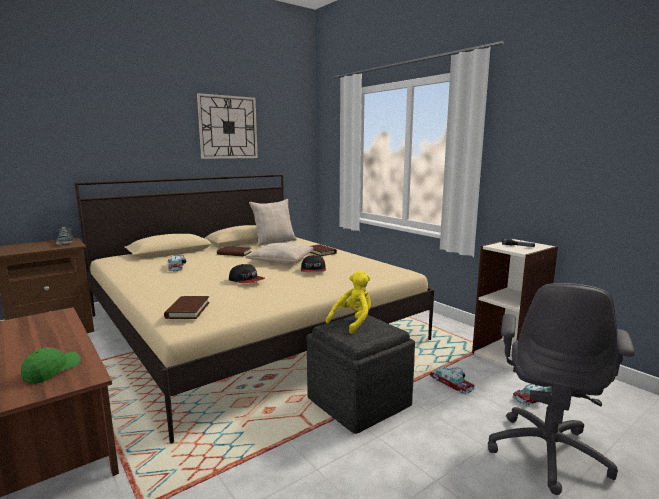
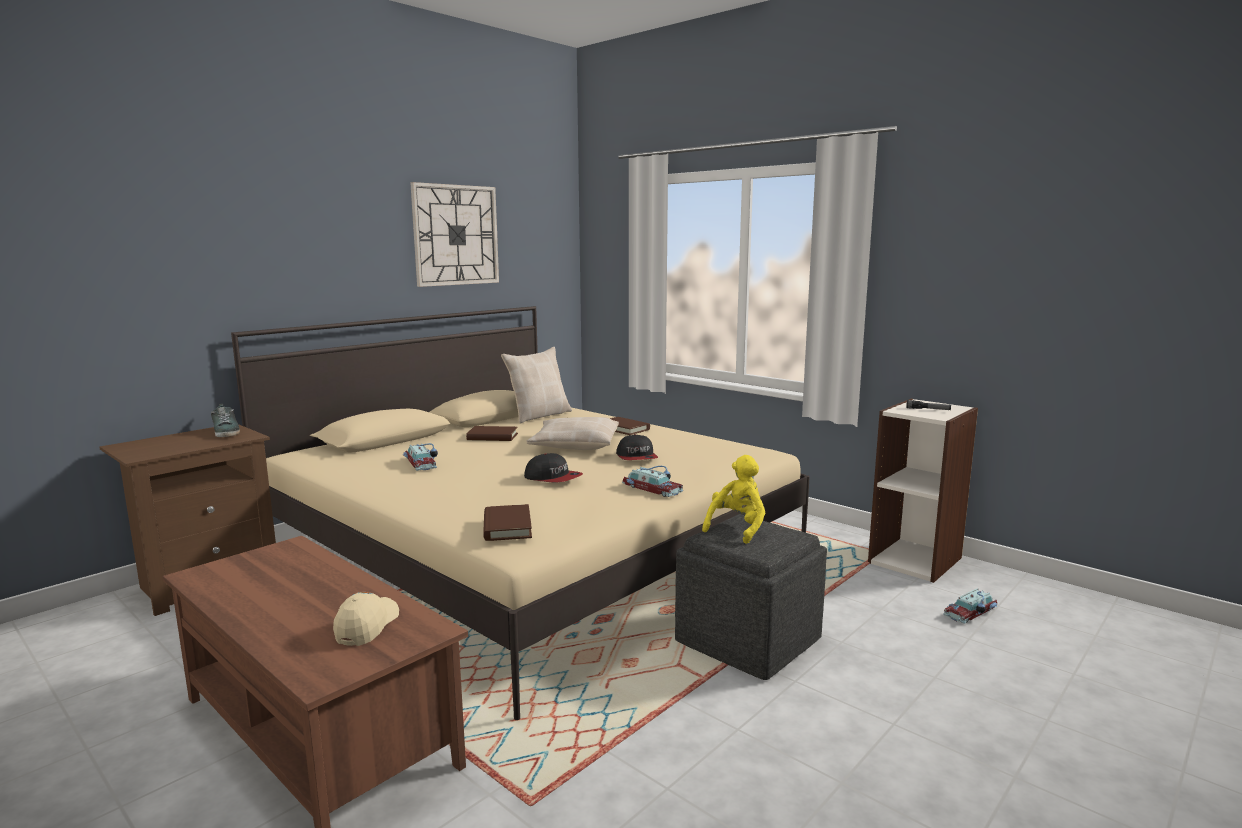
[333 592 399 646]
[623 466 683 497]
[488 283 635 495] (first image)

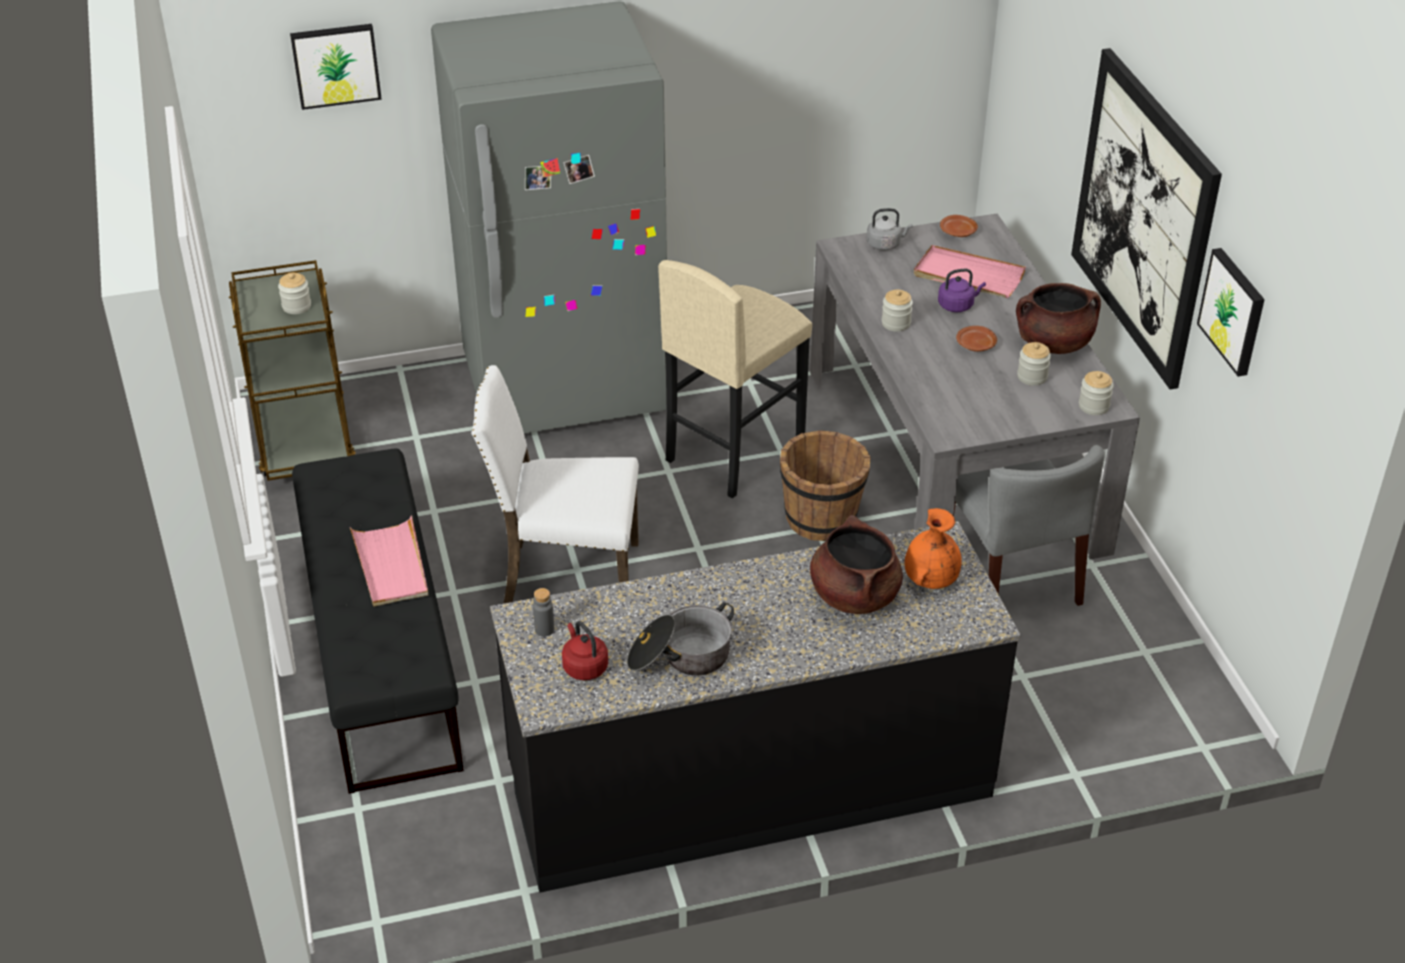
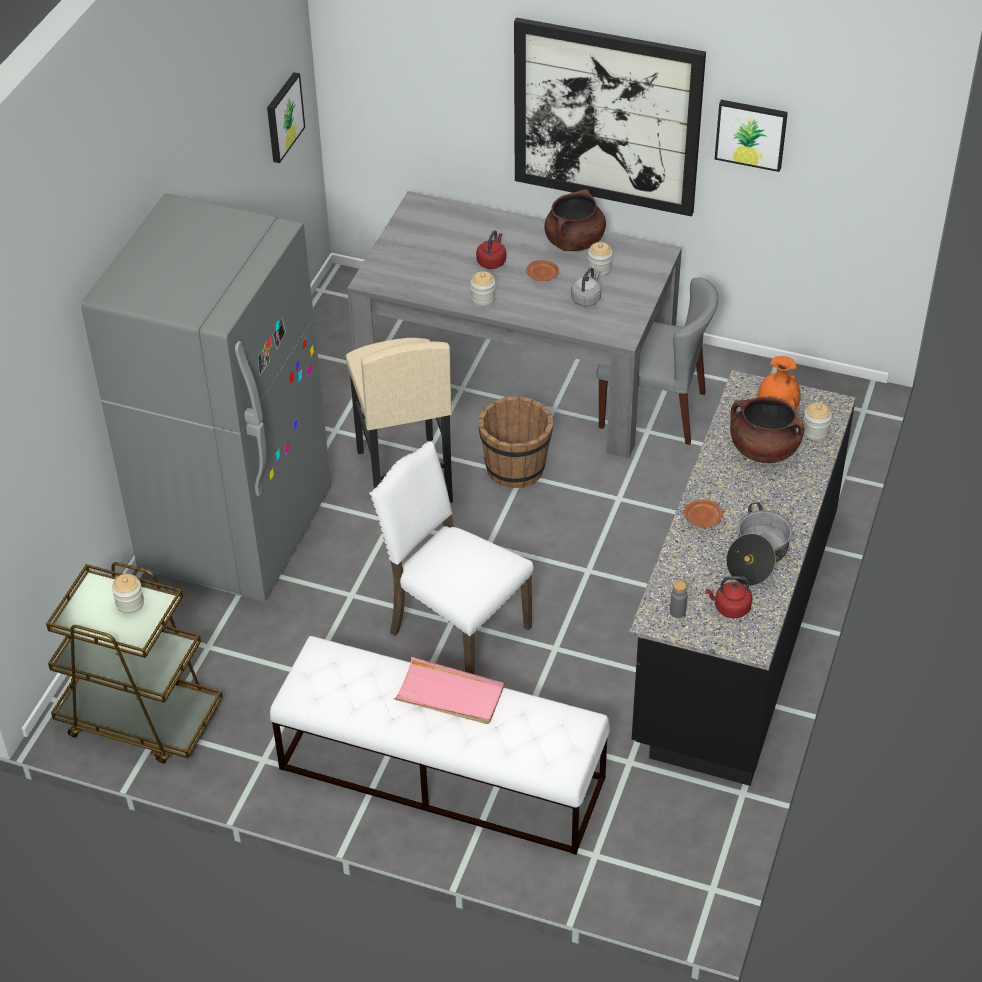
[267 72 305 163]
[270 636 610 855]
[369 442 534 674]
[476 230 506 269]
[571 268 601 306]
[684 500 723 527]
[803 403 832 441]
[914 245 1026 298] (first image)

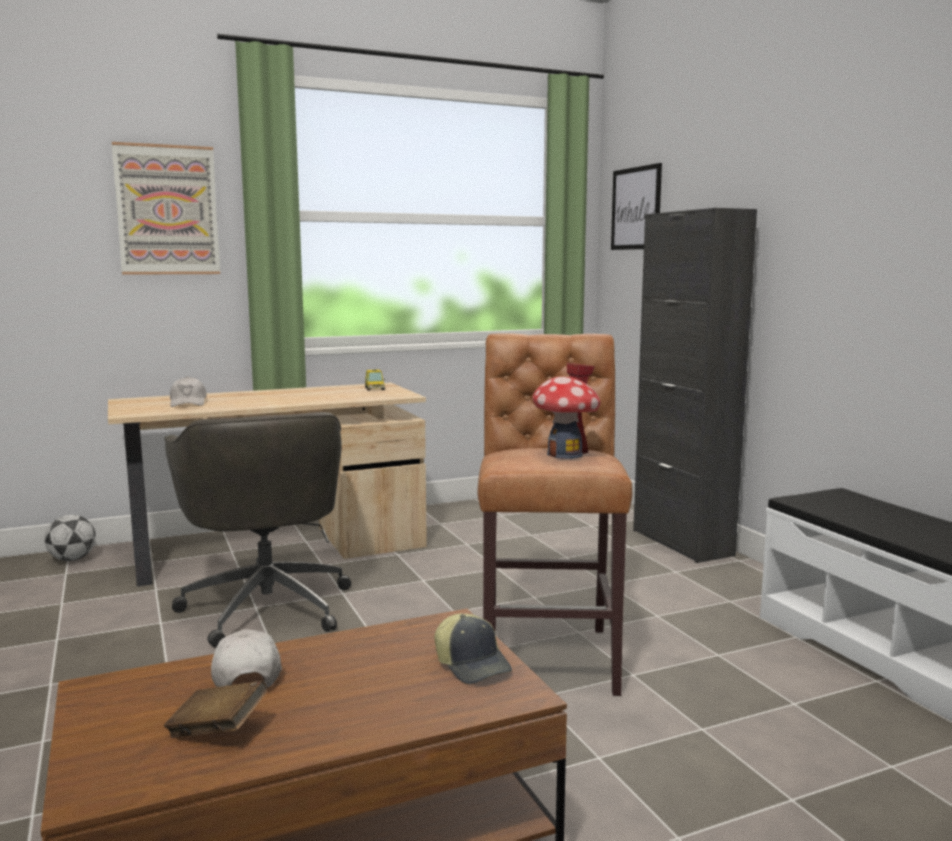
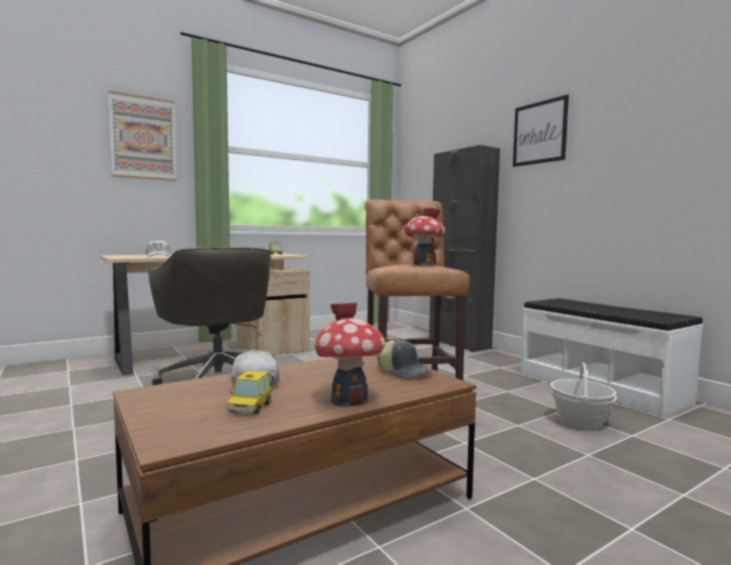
[226 371 272 414]
[314 303 385 407]
[513 95 569 167]
[550 362 617 430]
[44 515 96 561] (first image)

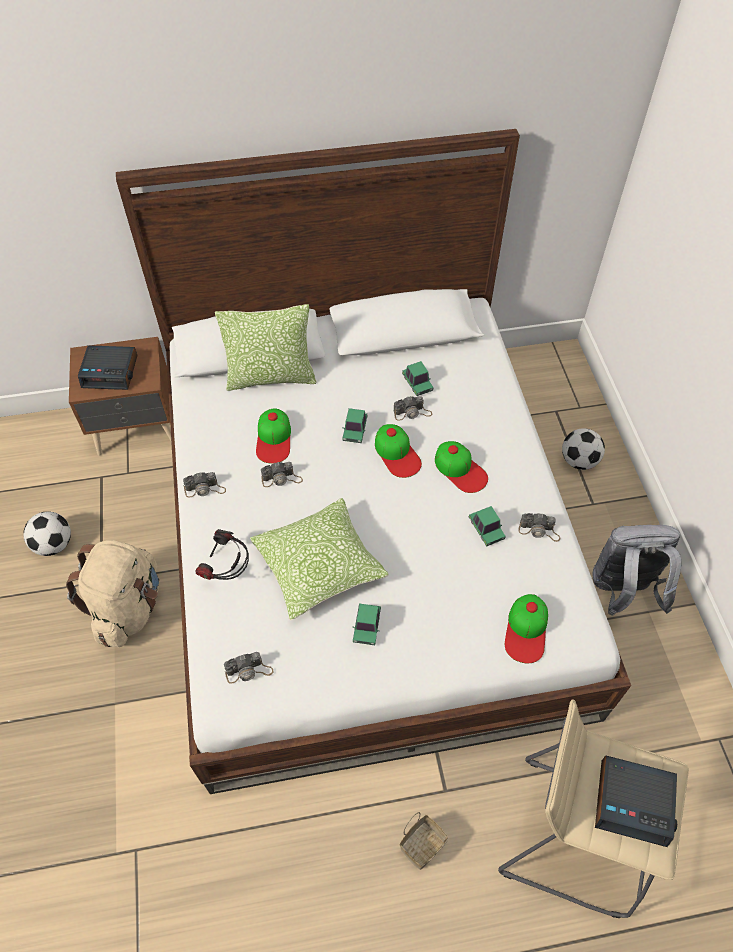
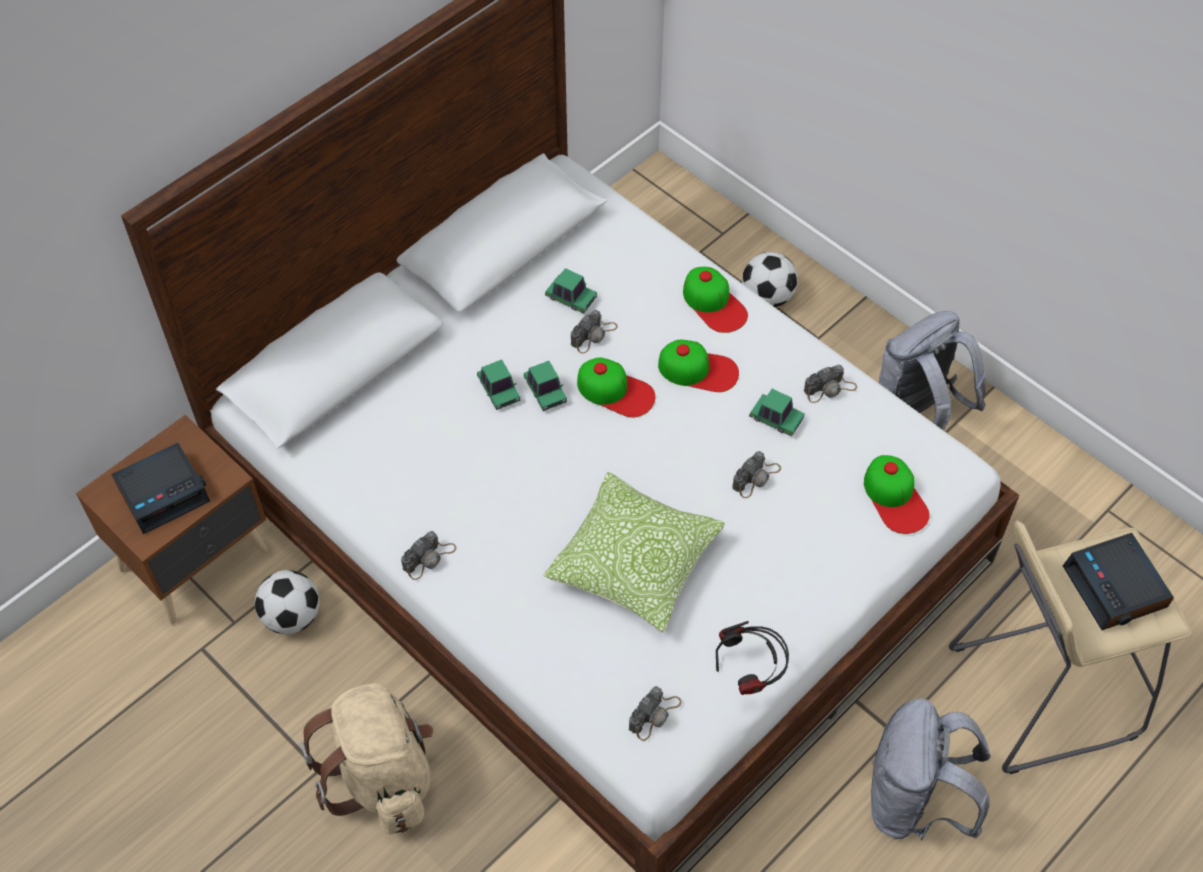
[255 570 320 634]
[477 360 520 410]
[683 267 748 333]
[716 621 789 695]
[732 451 781 498]
[871 698 991 840]
[1063 533 1174 630]
[215 304 317 391] (first image)

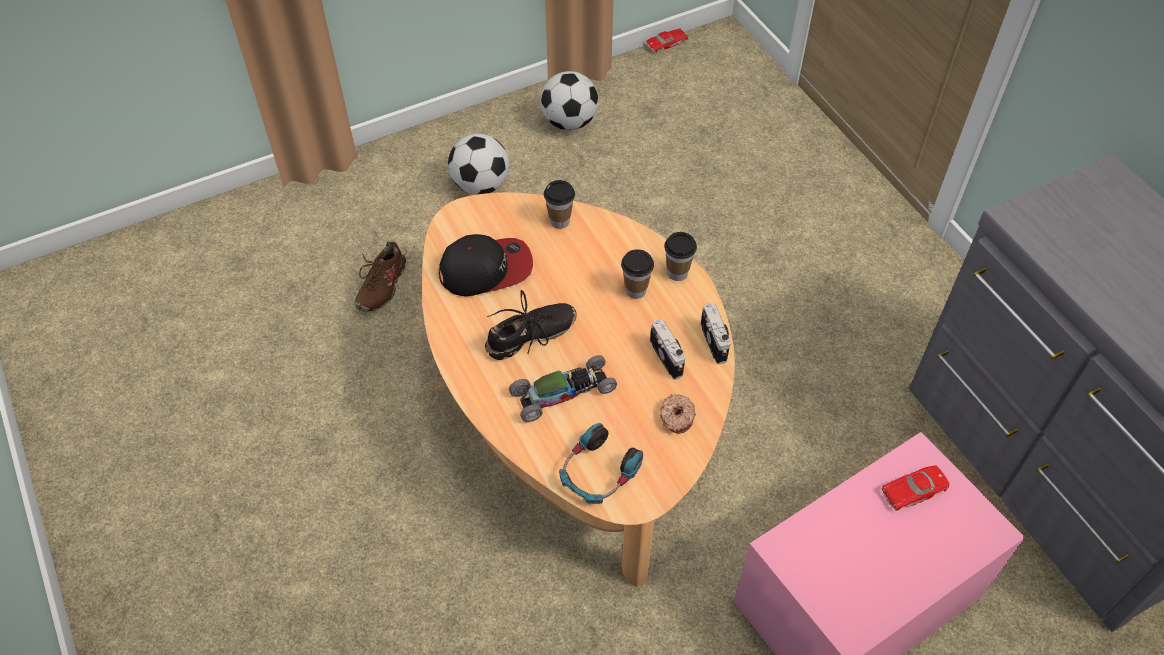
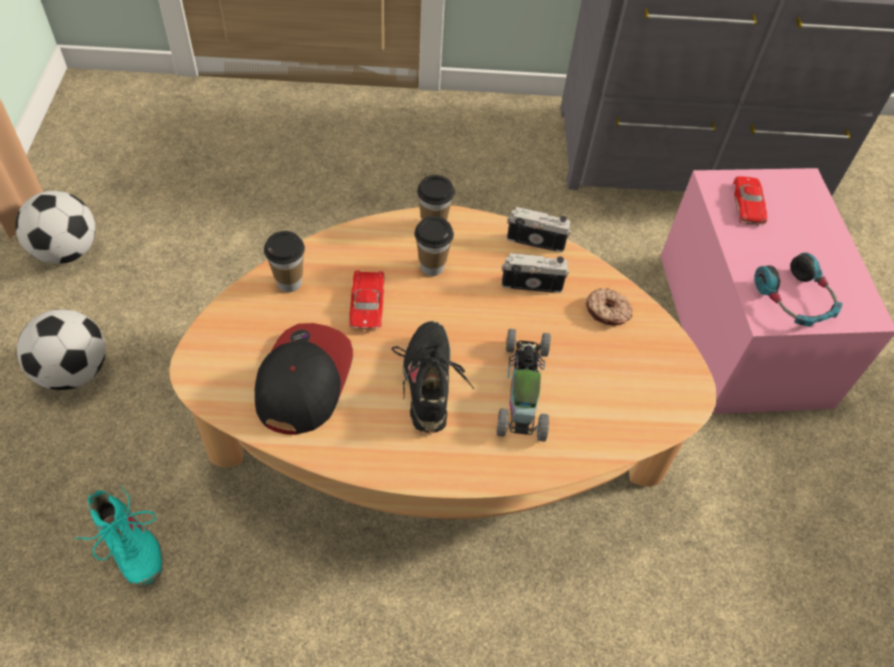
[75 484 163 588]
[349 270 385 328]
[754 253 843 327]

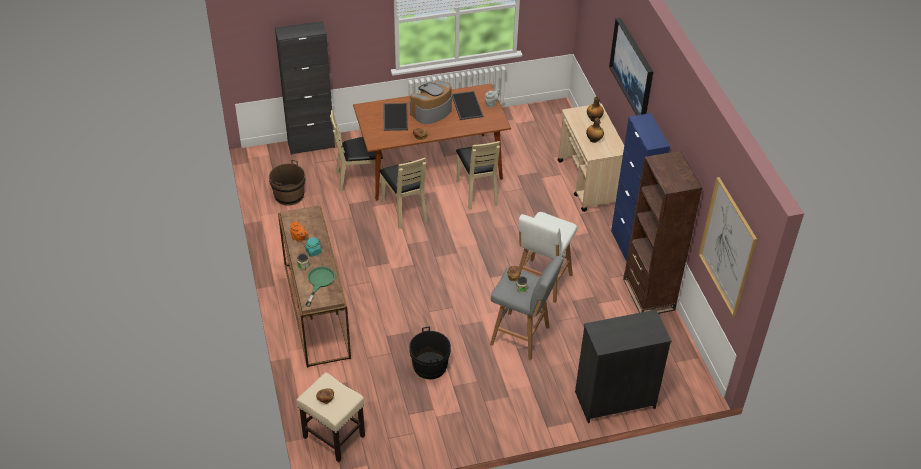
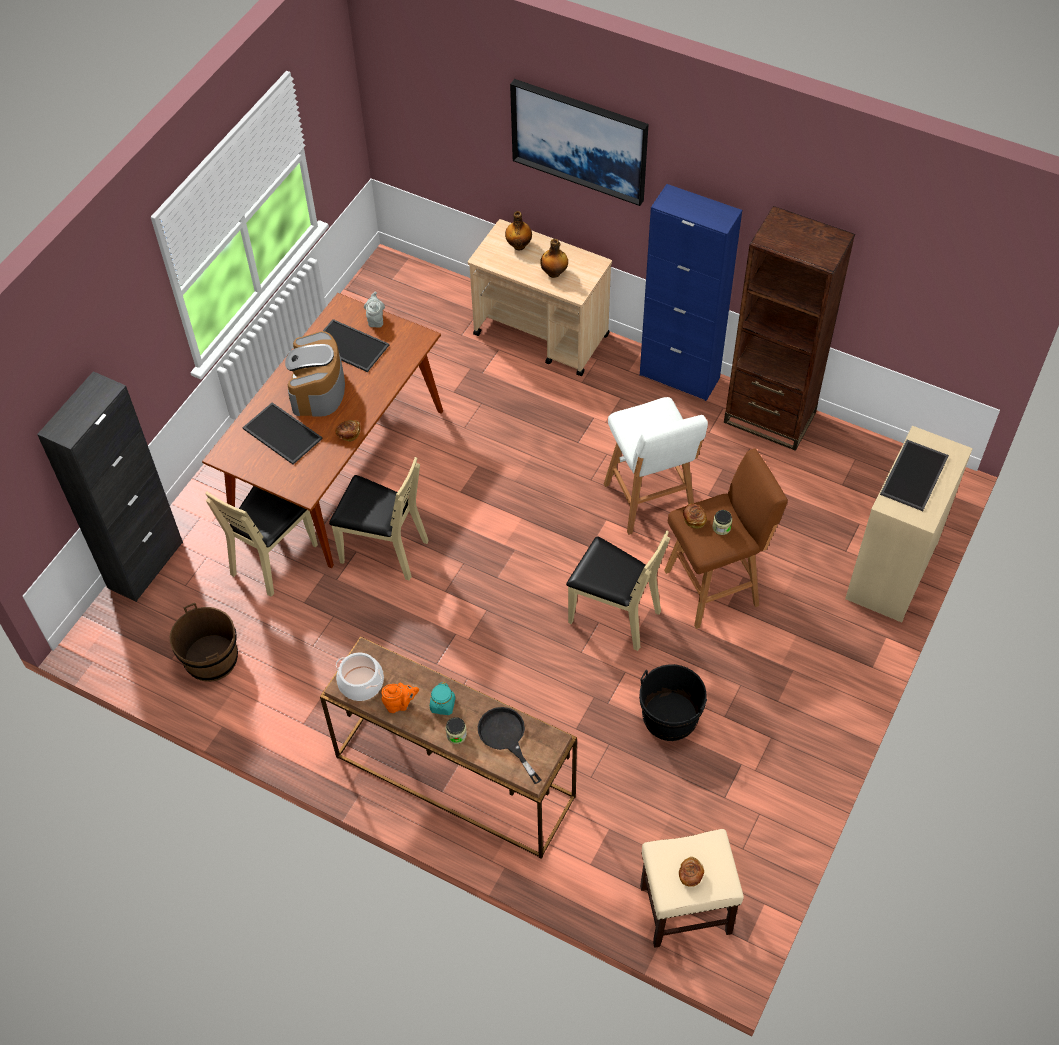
[336 653 384 701]
[478 707 541 784]
[566 530 670 651]
[664 449 788 629]
[845 426 973 622]
[880 440 949 511]
[699 177 757 316] (first image)

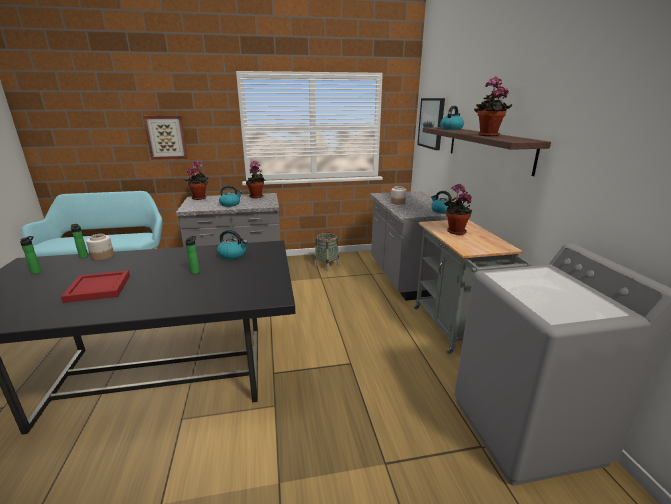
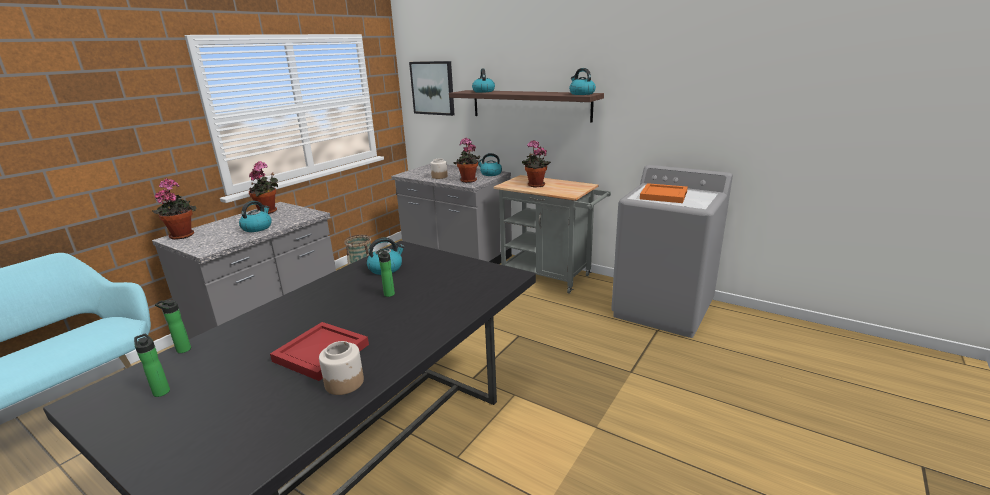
[319 341 364 395]
[454 138 480 183]
[569 68 596 95]
[640 183 688 203]
[143 116 188 160] (first image)

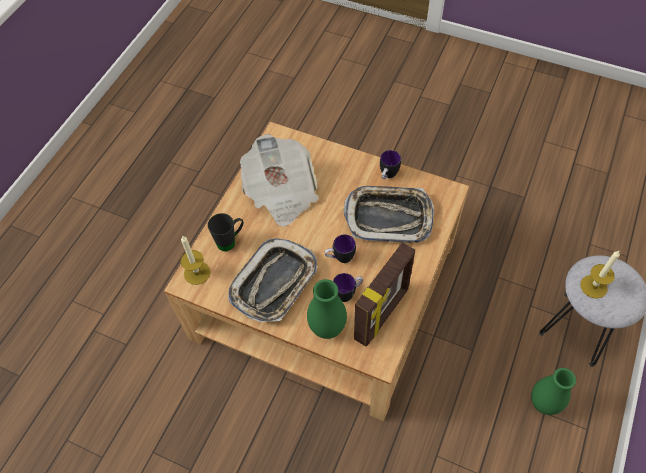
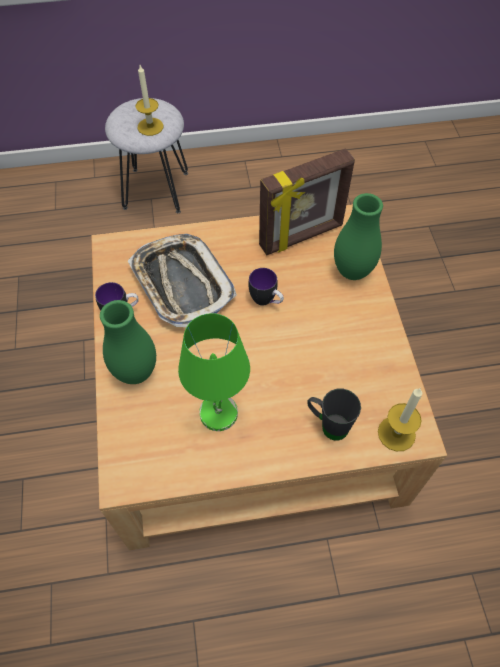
[100 300 156 384]
[178 313 250 431]
[259 148 355 255]
[228 238 317 322] (first image)
[333 273 363 302] (first image)

